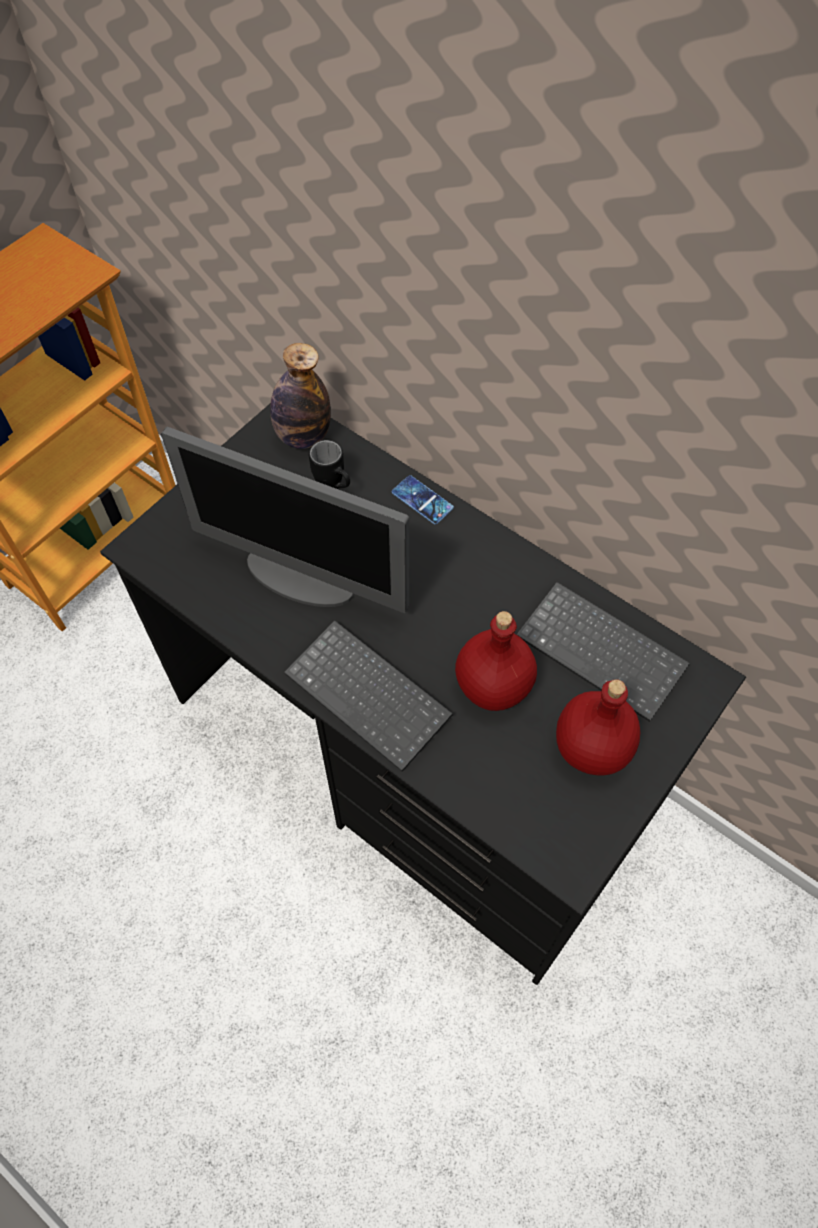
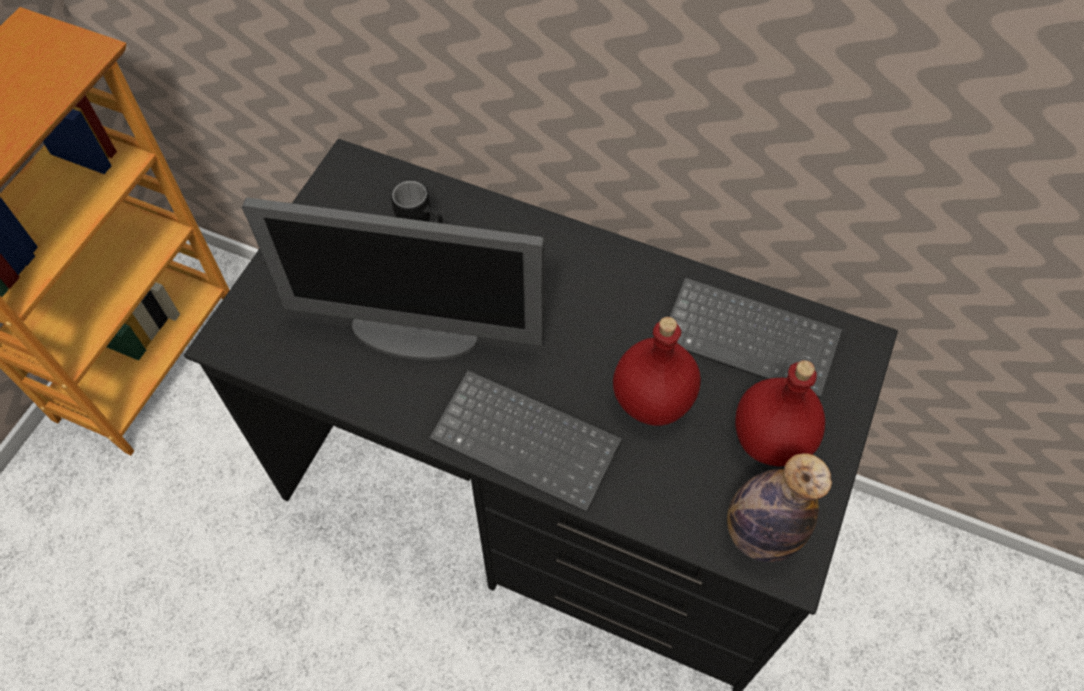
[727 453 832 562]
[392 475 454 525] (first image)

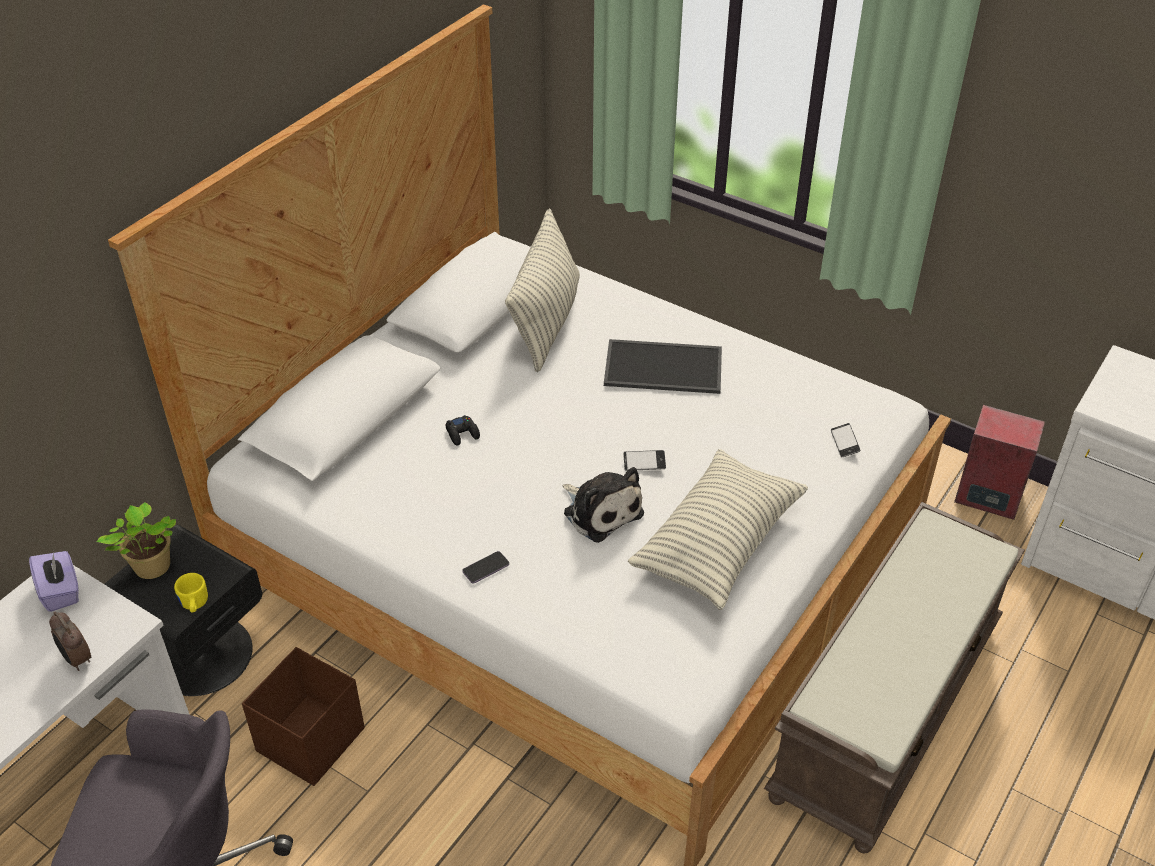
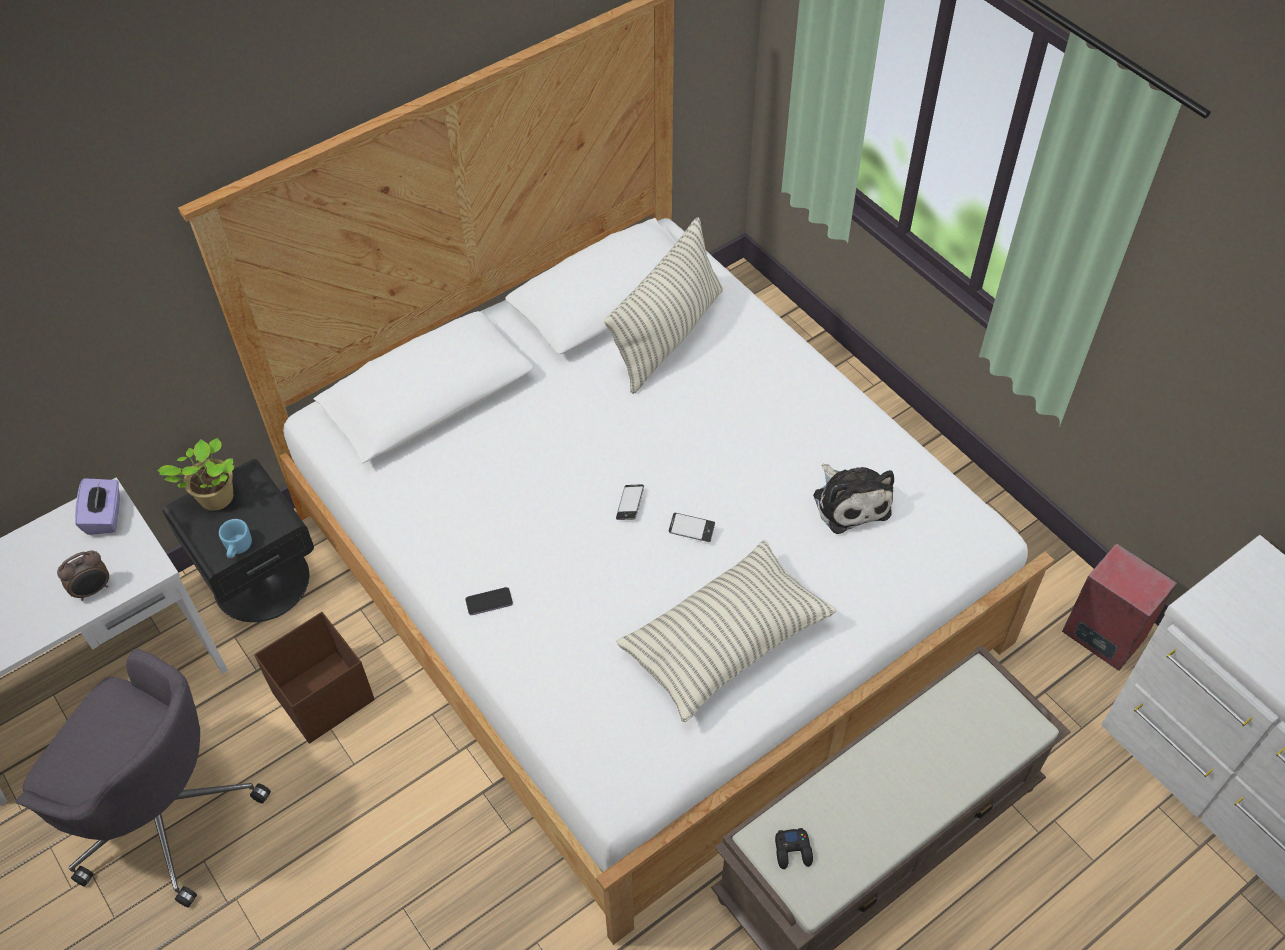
[57 551 109 601]
[219 519 252 558]
[616 484 644 520]
[775 828 813 869]
[813 464 894 534]
[604 339 722 394] (first image)

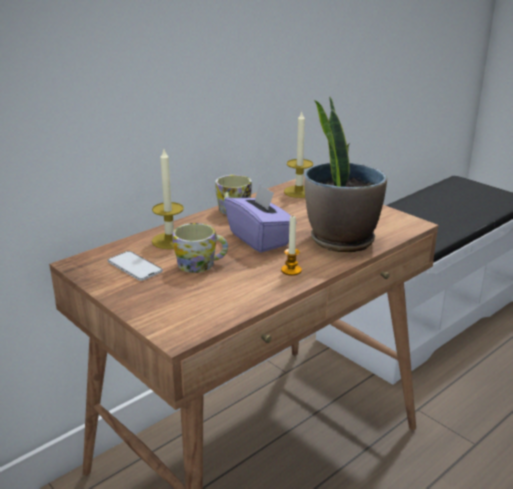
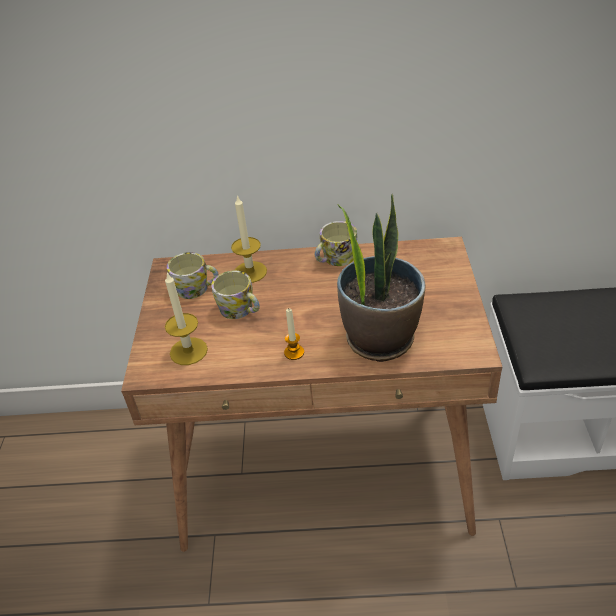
[165 272 208 365]
[167 252 219 299]
[224 183 297 253] (first image)

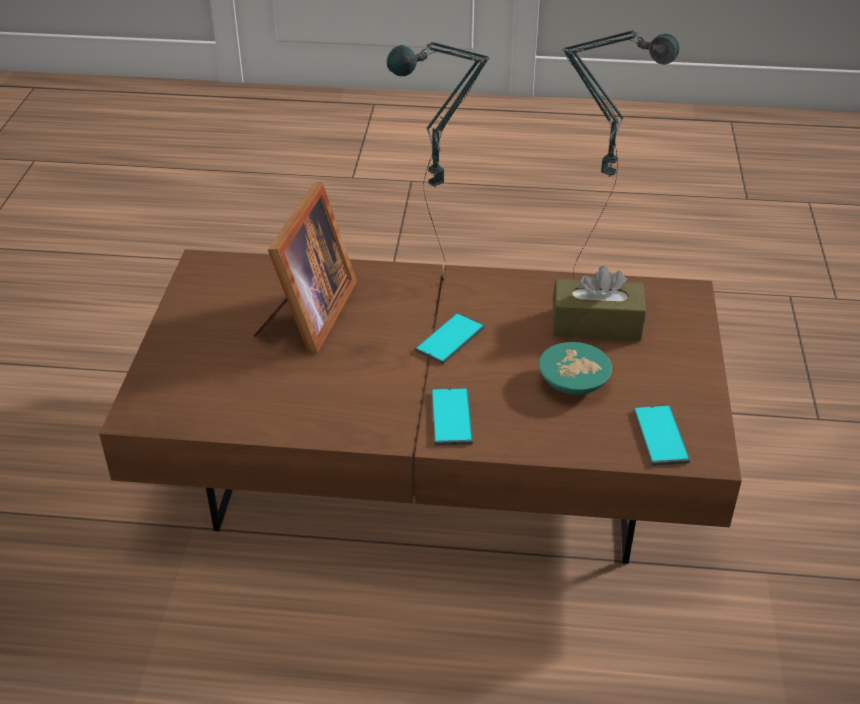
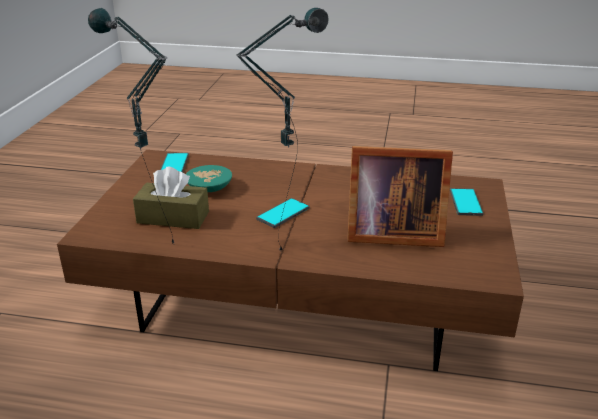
[347 146 453 247]
[450 188 483 216]

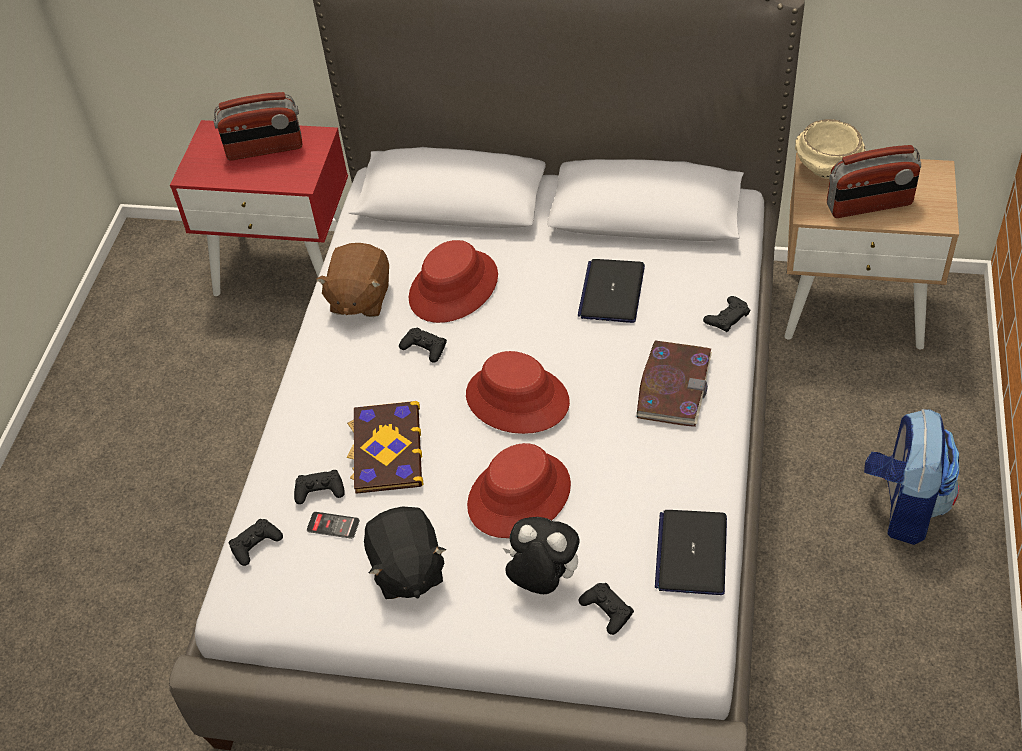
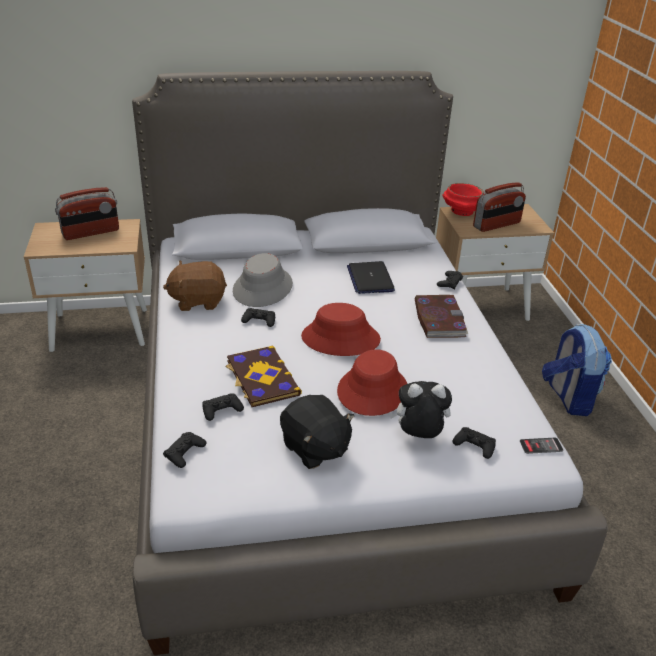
[24 219 147 352]
[163 260 227 311]
[233 253 293 307]
[442 183 484 216]
[520 438 563 454]
[655 510 727 595] (first image)

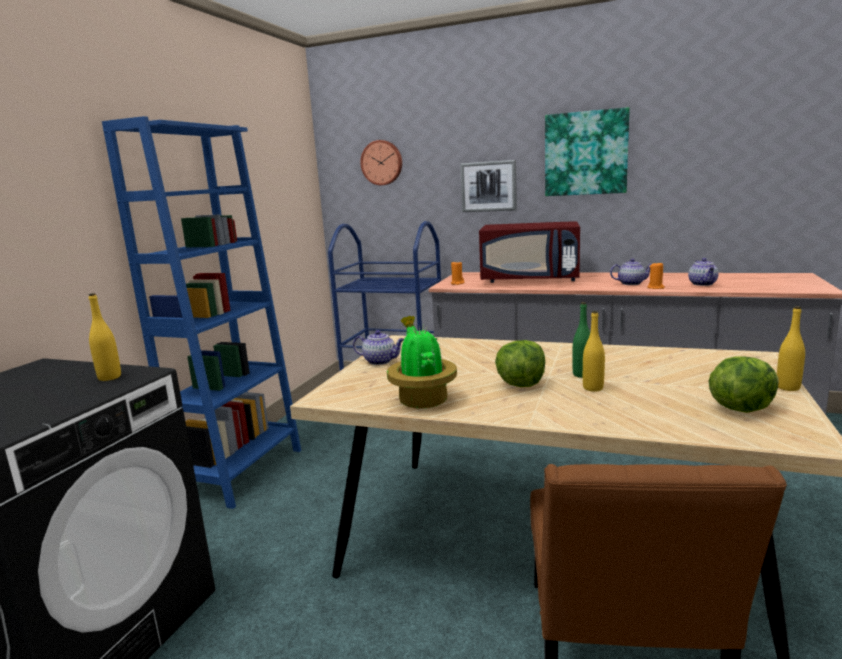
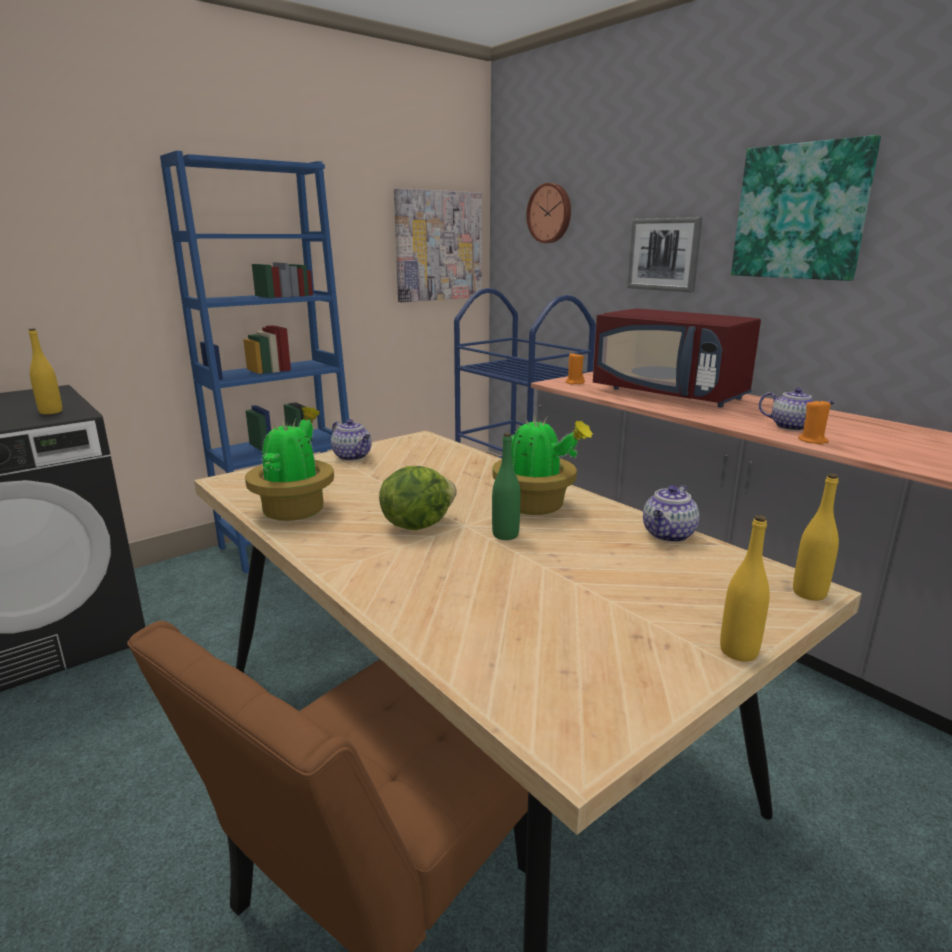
[394 188 482 302]
[493 414 593 515]
[643 485 699 542]
[793 474 839 601]
[709 356 779 413] (first image)

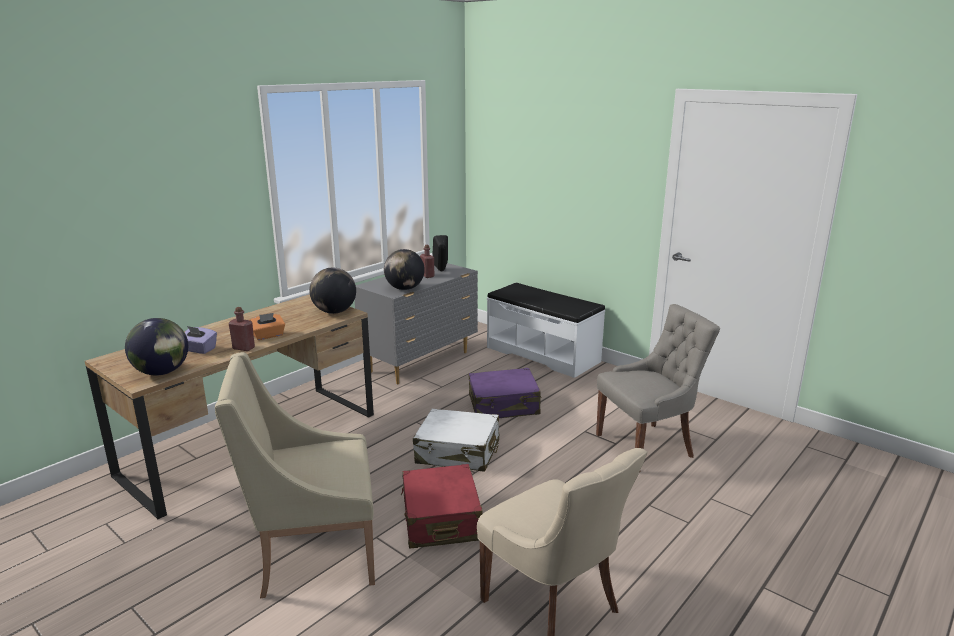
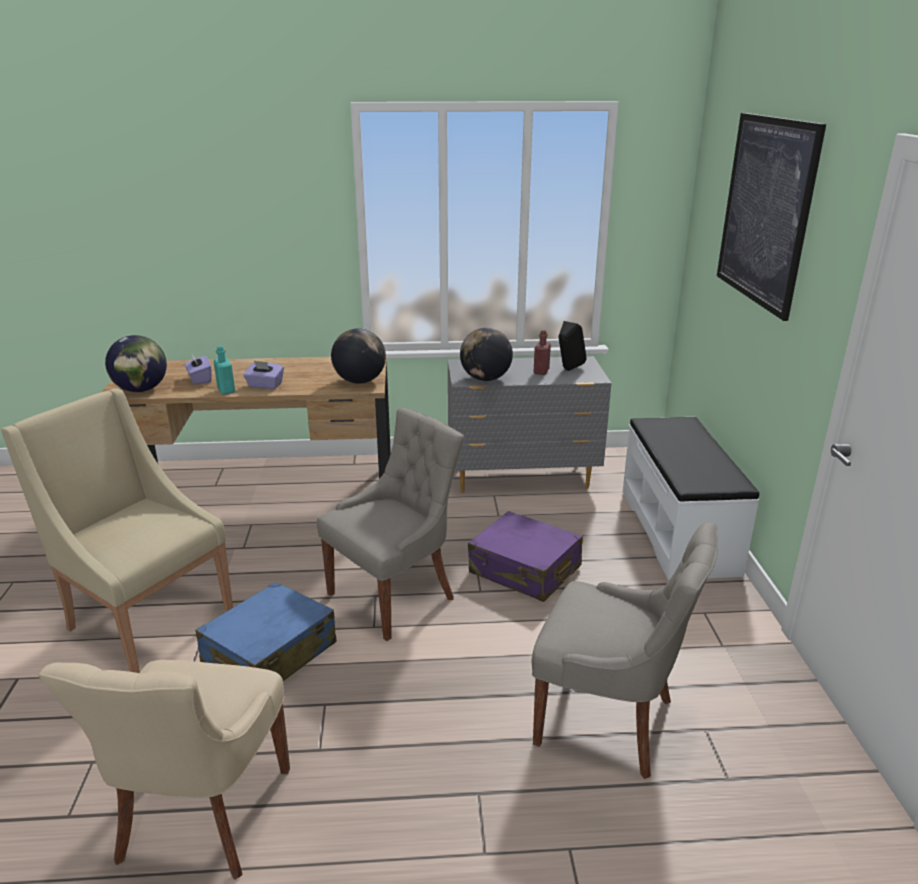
[195 582 337 681]
[213 346 235 395]
[243 361 284 389]
[317 407 464 641]
[717 113 826 321]

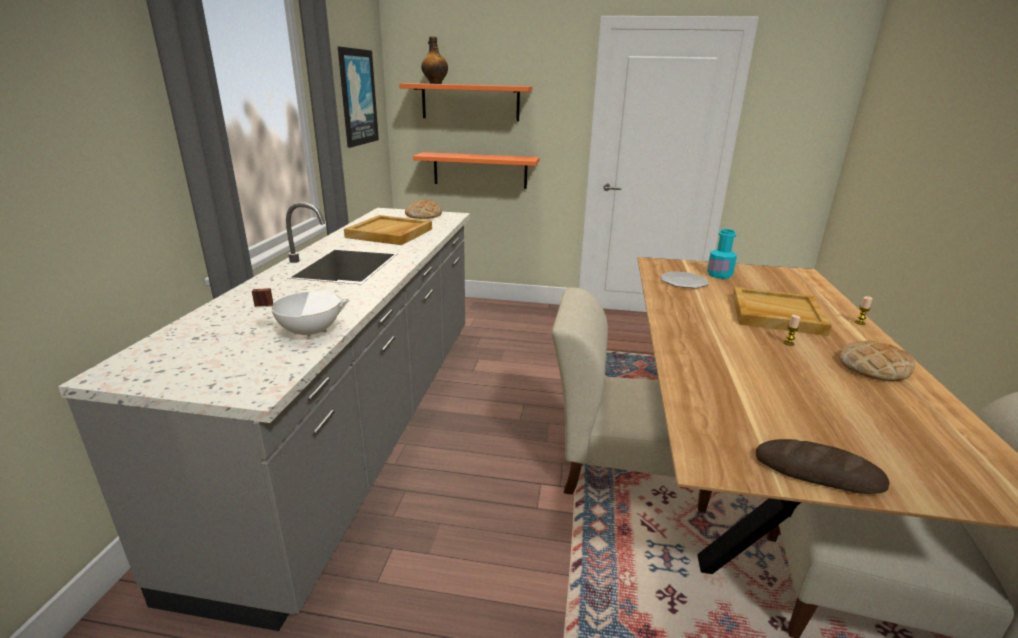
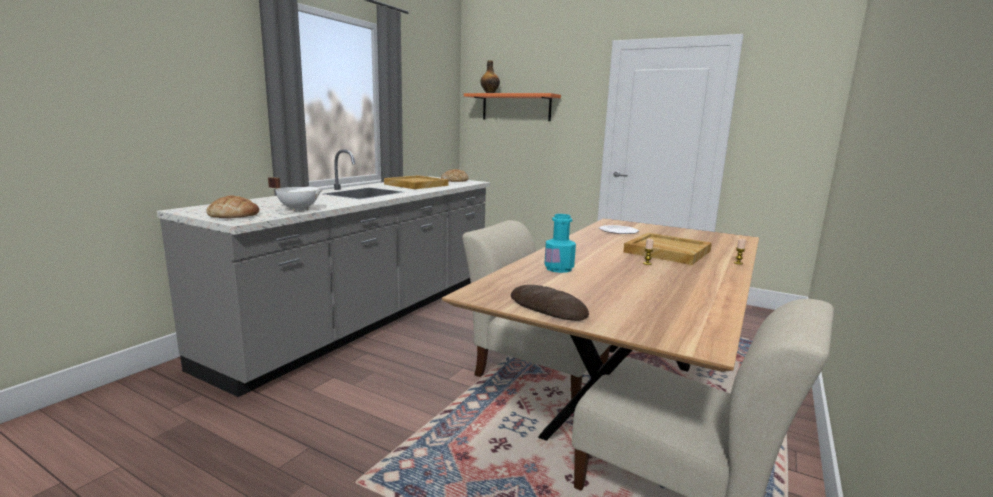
[207 195 259 218]
[545 214 576 273]
[338 47 379 148] (first image)
[413 152 540 189] (first image)

